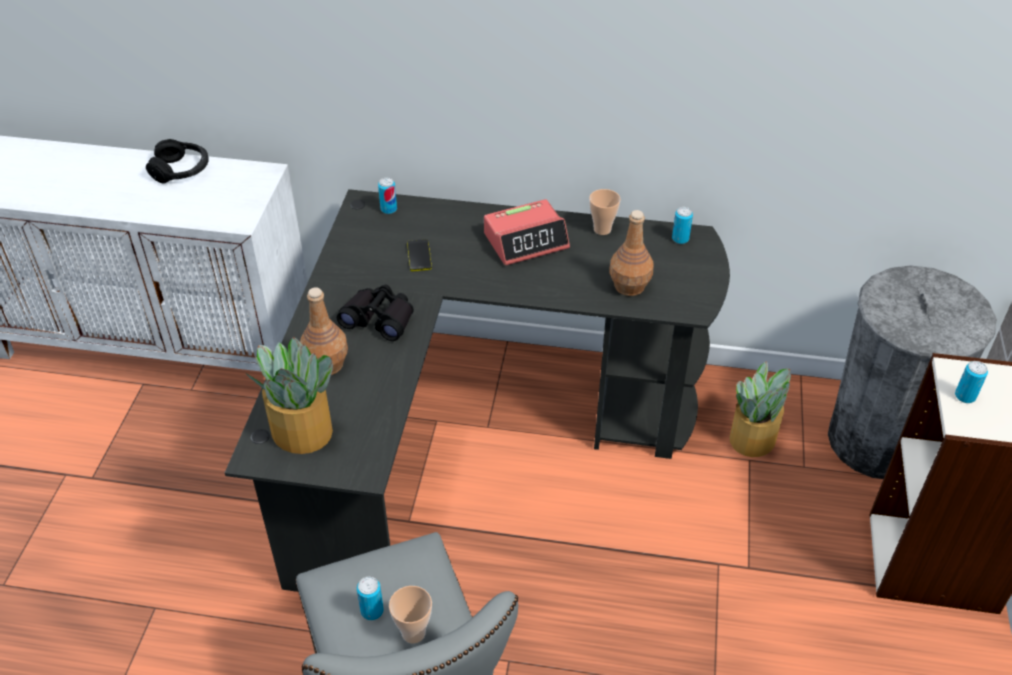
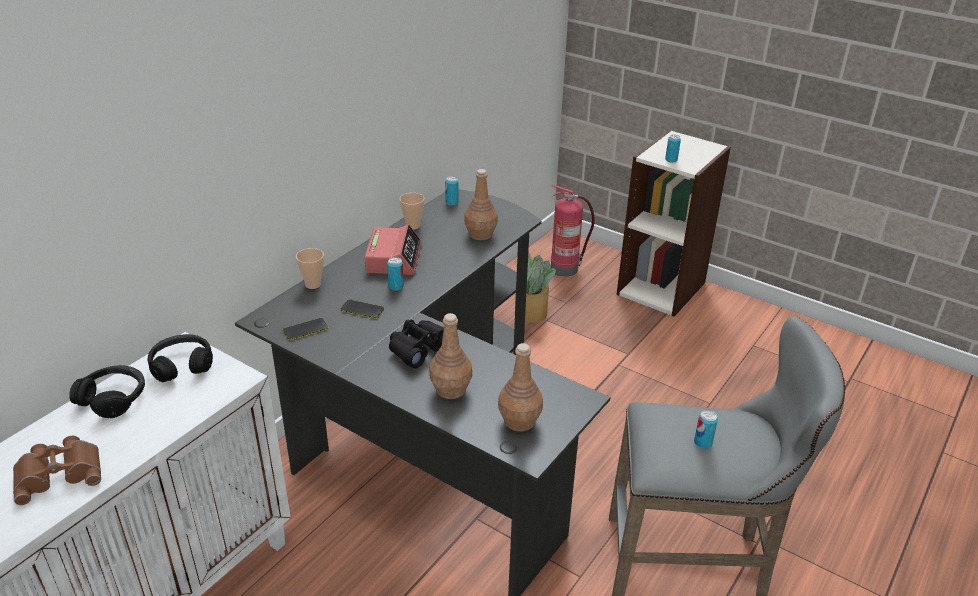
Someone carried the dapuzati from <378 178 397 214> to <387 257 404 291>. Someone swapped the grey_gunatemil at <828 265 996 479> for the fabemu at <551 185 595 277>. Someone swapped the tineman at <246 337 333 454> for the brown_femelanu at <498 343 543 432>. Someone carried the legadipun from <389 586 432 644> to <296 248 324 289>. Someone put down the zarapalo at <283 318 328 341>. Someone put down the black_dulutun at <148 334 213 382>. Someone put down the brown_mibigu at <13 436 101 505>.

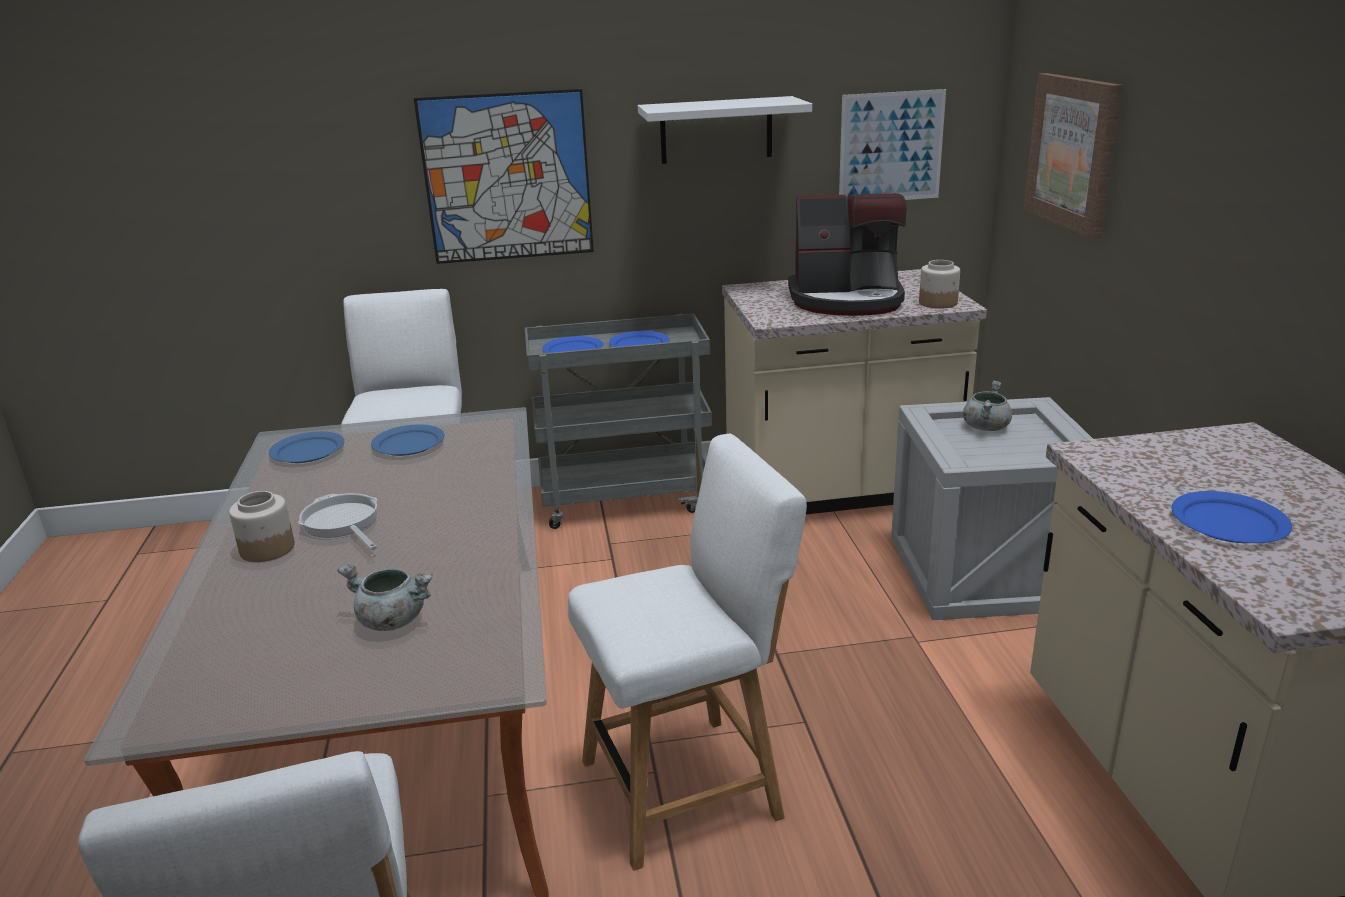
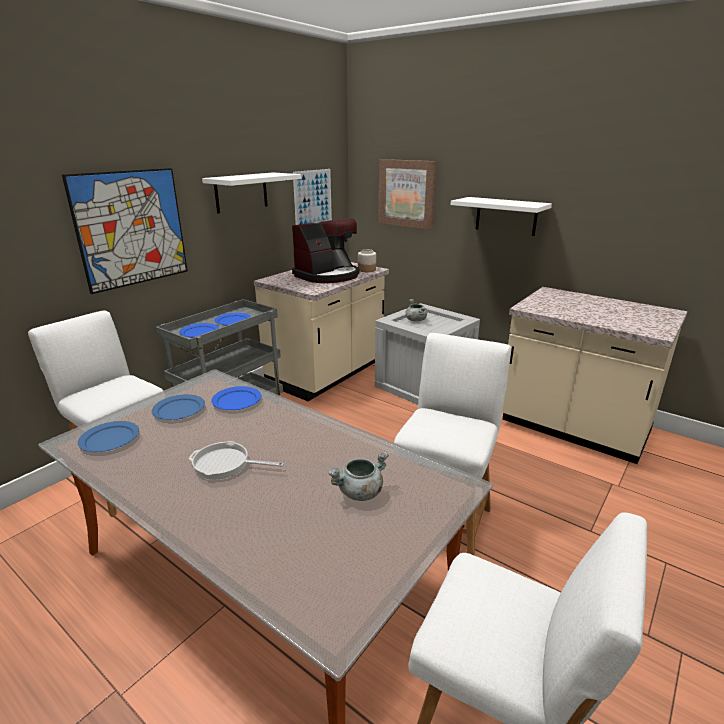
Someone took away the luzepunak at <229 491 295 562>. Someone carried the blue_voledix from <1171 491 1292 543> to <211 386 261 410>. Someone put up the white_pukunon at <451 197 552 236>.

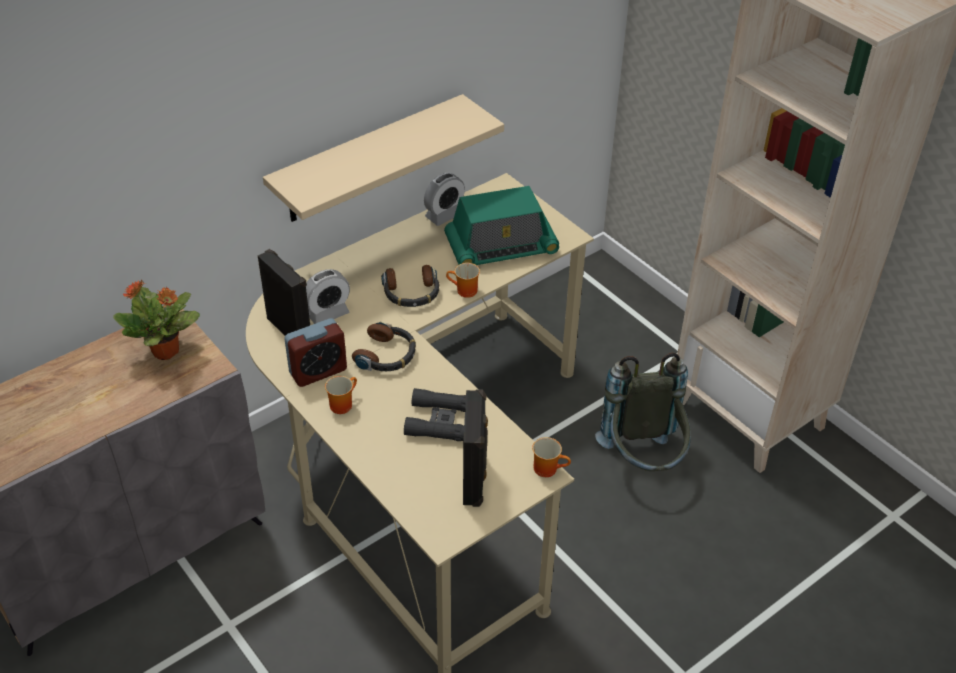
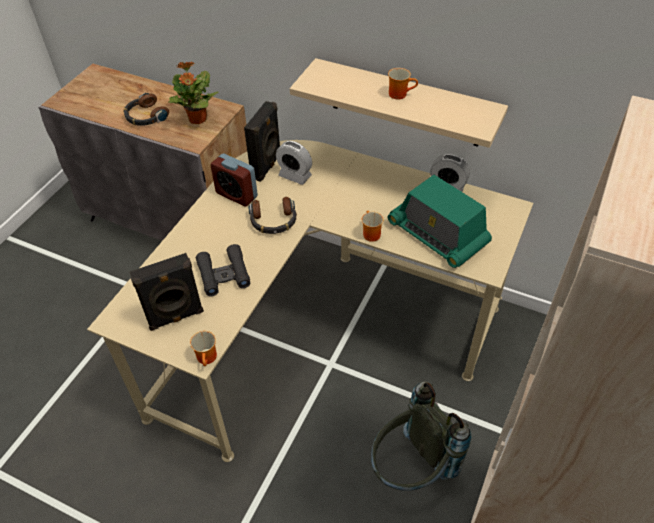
Someone carried the dulutun from <381 265 440 307> to <123 93 169 126>. Someone carried the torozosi from <325 376 357 414> to <388 68 418 100>.

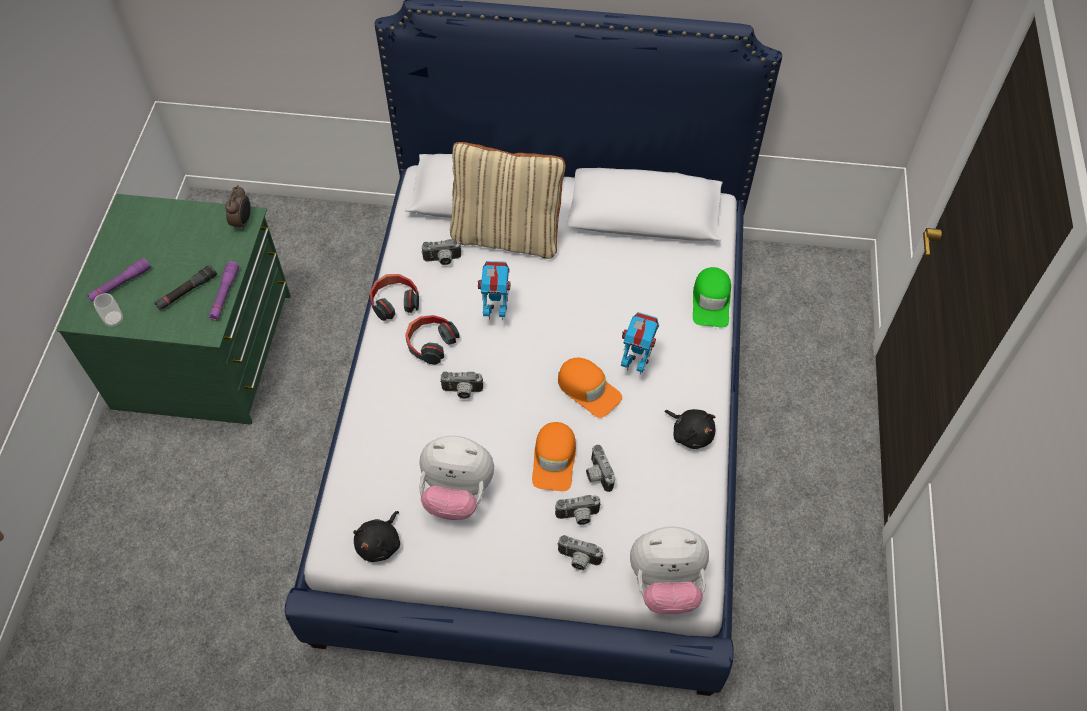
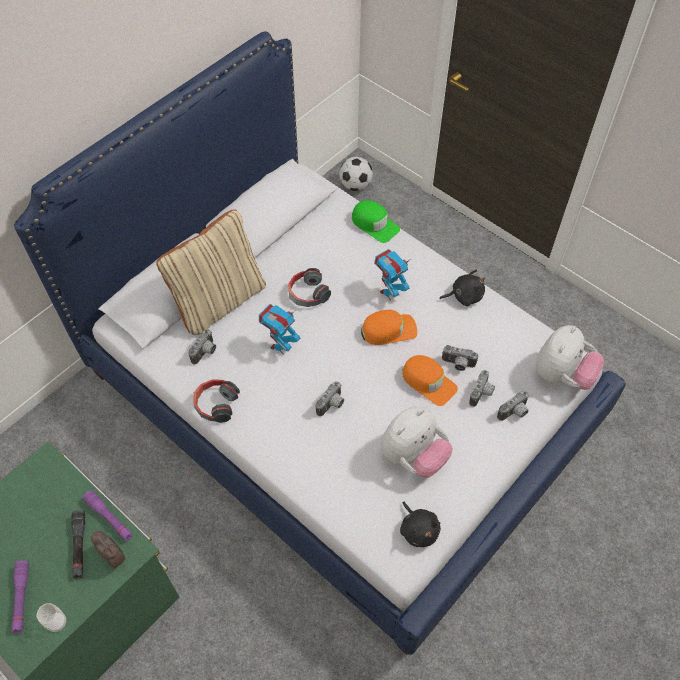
Someone carried the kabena from <225 185 251 231> to <91 531 125 568>. Someone carried the dulutun from <405 315 460 365> to <288 268 331 307>. Someone put down the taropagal at <339 157 373 191>.

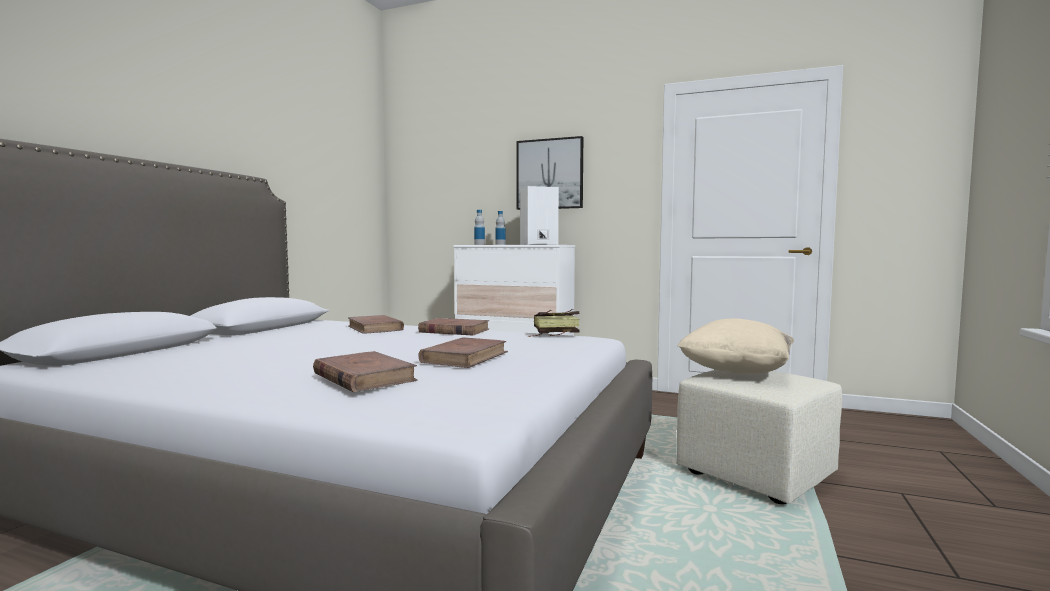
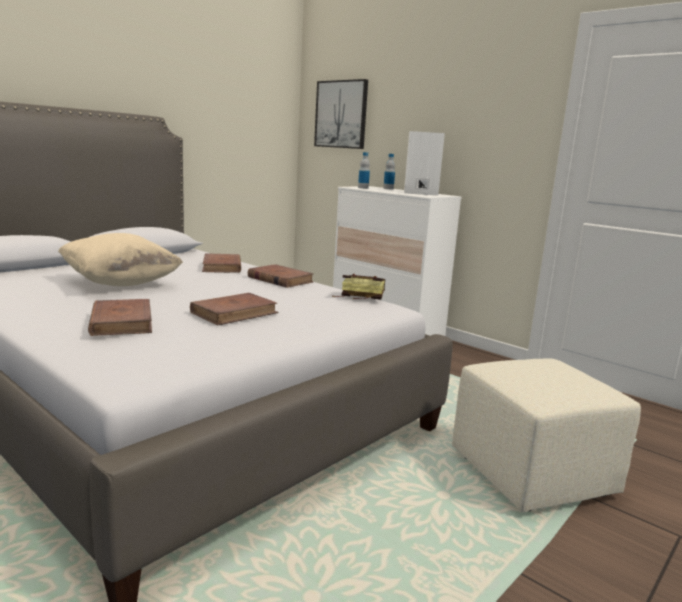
Someone carried the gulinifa from <516 136 583 210> to <314 79 368 149>. Someone carried the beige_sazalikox from <677 319 794 374> to <58 233 183 286>.

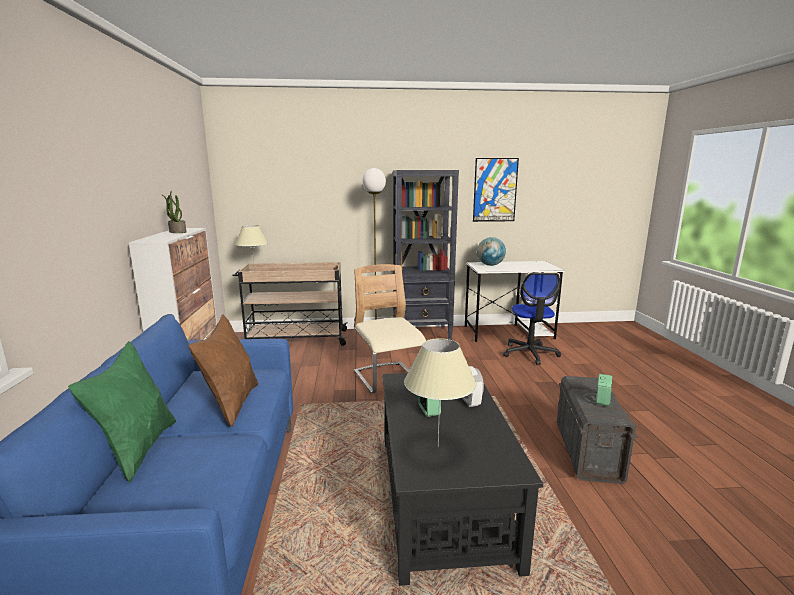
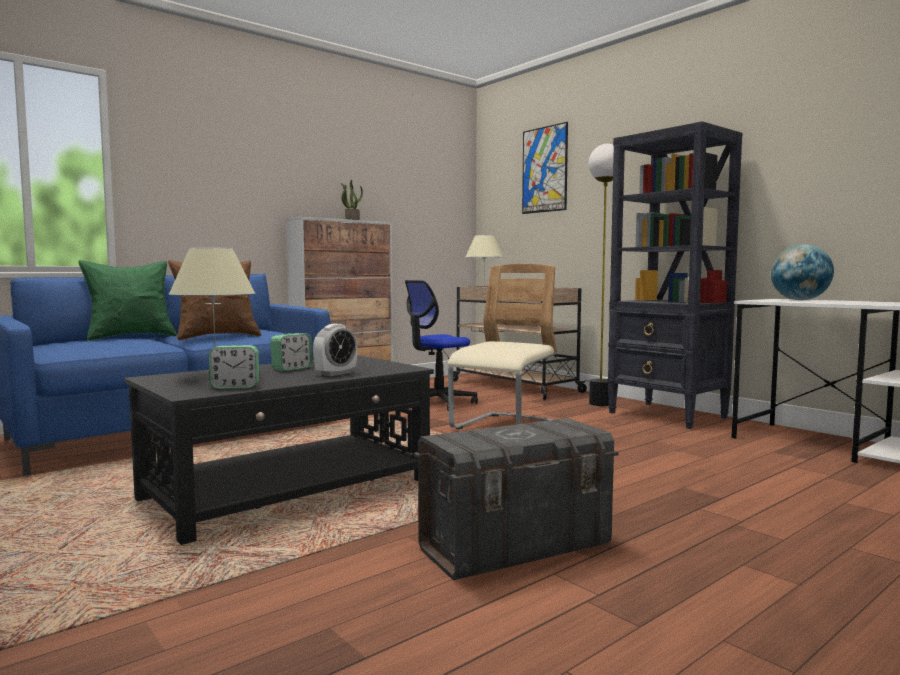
Someone carried the gulinifa from <473 158 519 222> to <522 122 568 214>. Someone carried the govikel from <503 273 561 365> to <405 280 478 411>. Someone carried the kabena from <596 374 612 406> to <209 345 259 389>.

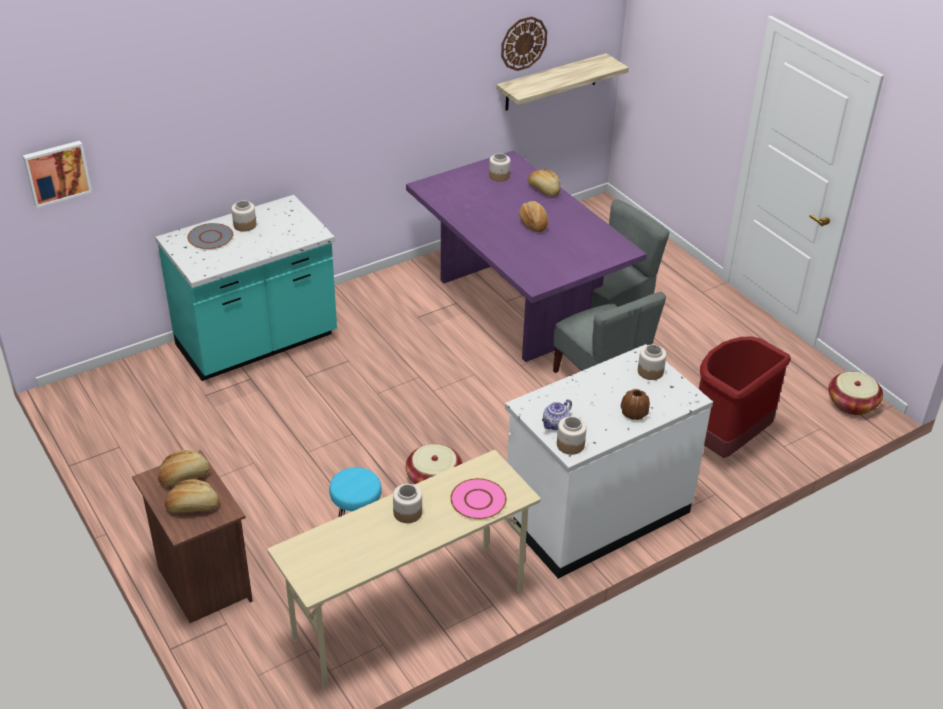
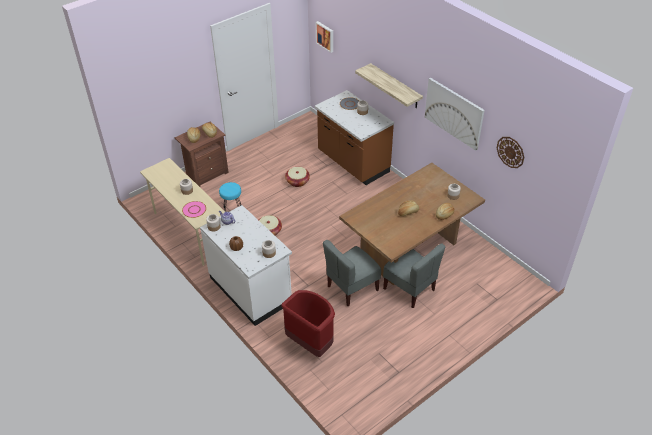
Someone carried the pukunon from <496 53 629 111> to <355 63 423 108>. Someone repainted the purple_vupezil at <406 151 647 362>, which became the brown_vupezil at <339 163 485 286>. Someone repainted the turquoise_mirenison at <155 195 337 381>, which became the brown_mirenison at <315 90 394 185>. Someone carried the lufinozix from <828 372 883 415> to <285 167 310 187>. Someone put up the gulinifa at <425 78 485 151>.

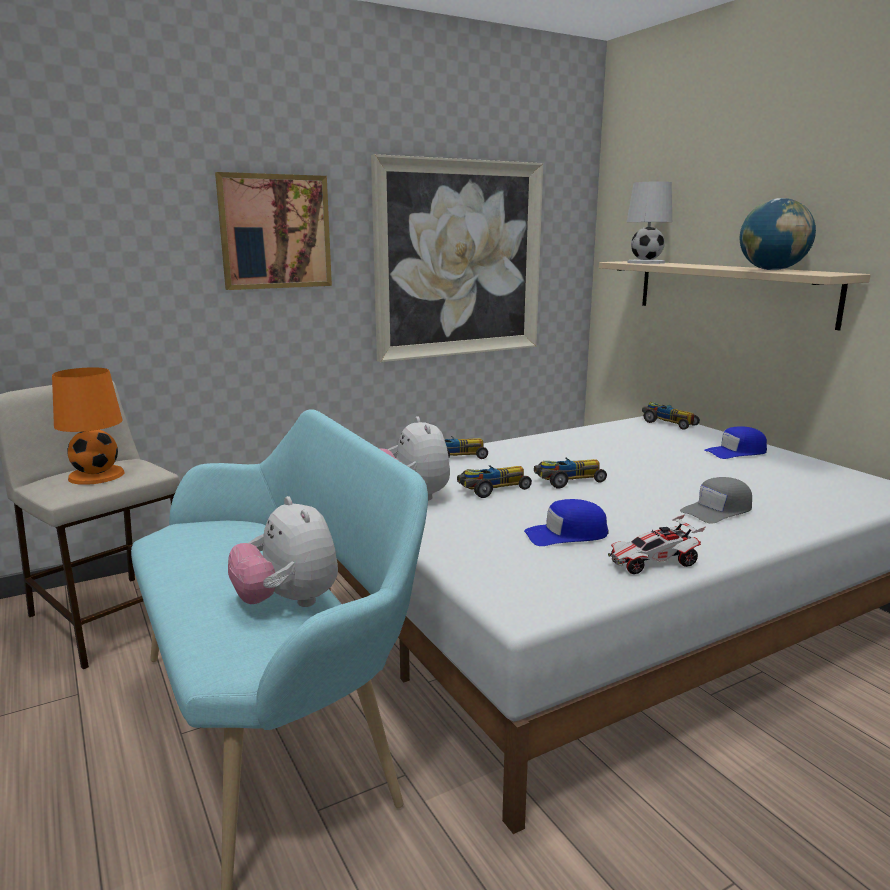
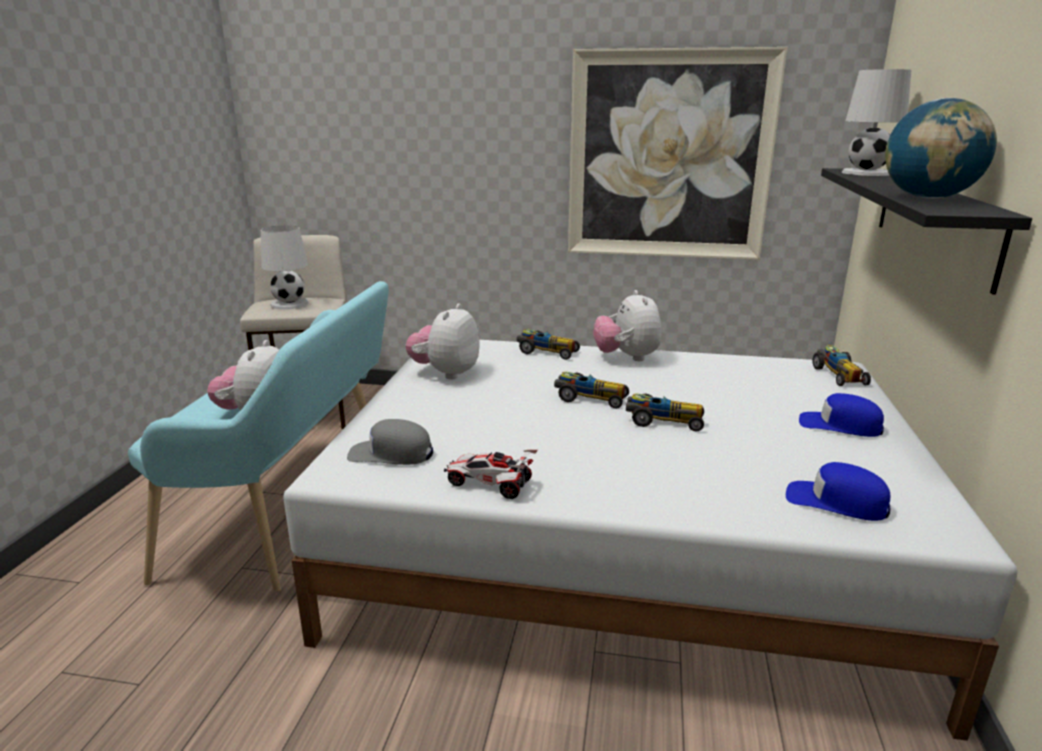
Someone took away the gulinifa at <215 172 332 290>. Someone repainted the beige_pukunon at <599 261 871 330>, which became the black_pukunon at <821 168 1032 295>. Someone repainted the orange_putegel at <52 367 125 485>, which became the white_putegel at <261 225 309 310>. Someone carried the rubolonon from <457 465 532 498> to <626 394 704 431>. Someone carried the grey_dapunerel from <680 477 752 524> to <347 419 433 465>. Someone carried the blue_dapunerel from <524 499 608 546> to <786 462 890 521>. Someone put down the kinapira at <593 290 661 361>.

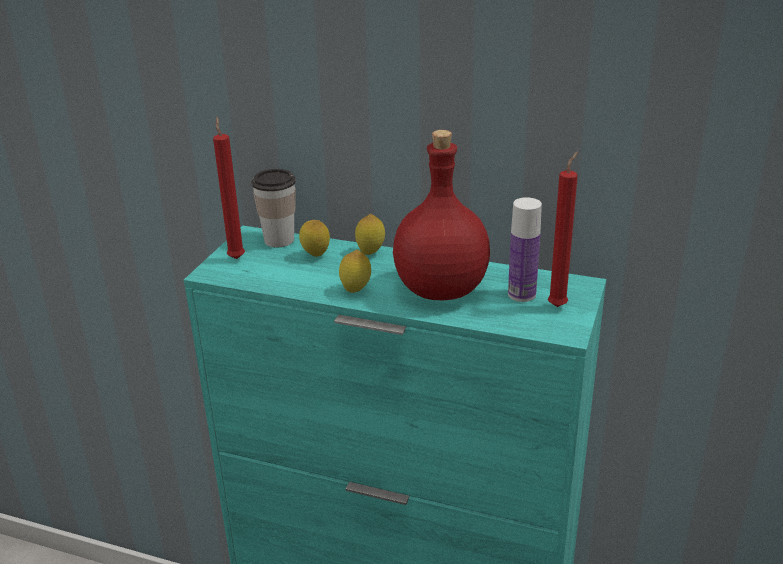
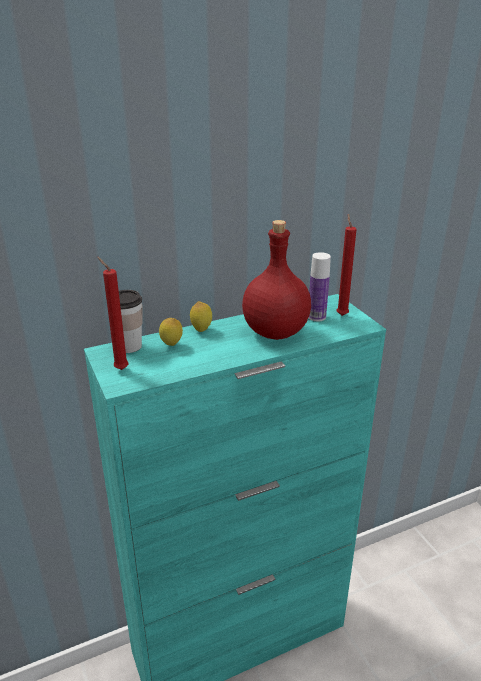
Someone took away the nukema at <339 250 371 293>.

